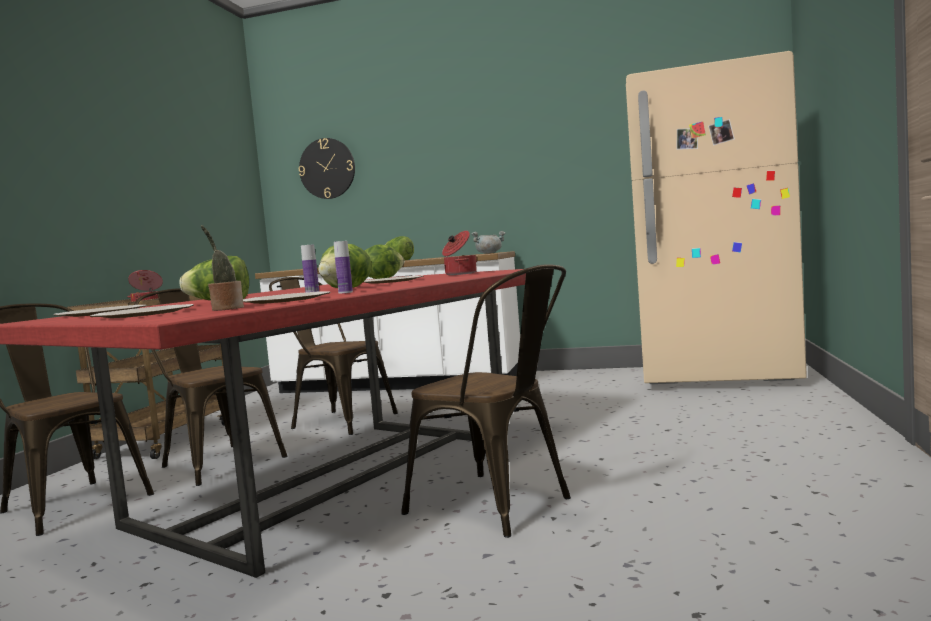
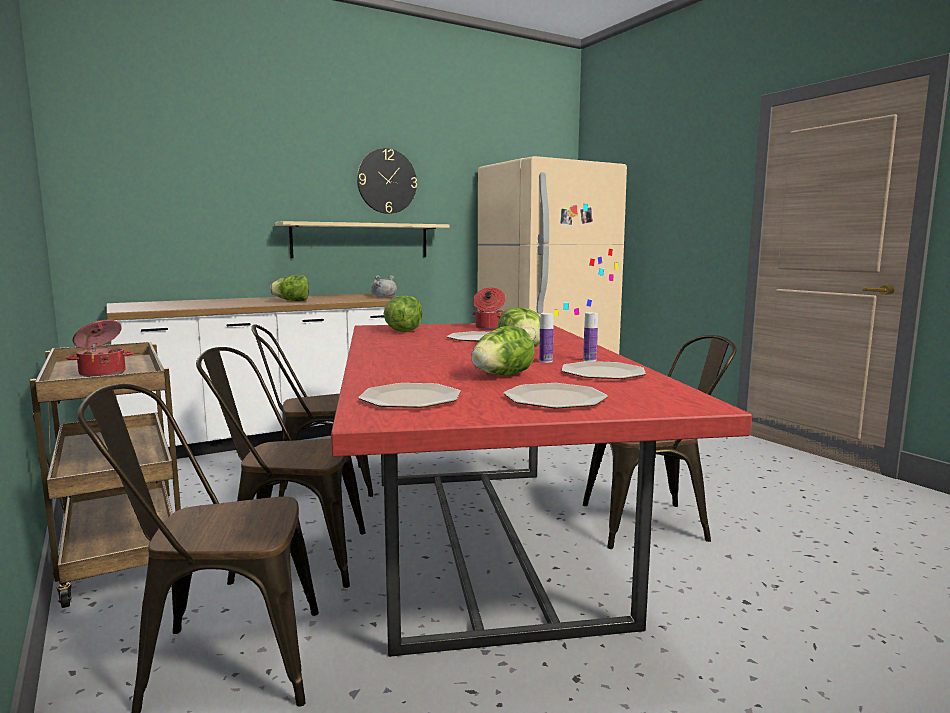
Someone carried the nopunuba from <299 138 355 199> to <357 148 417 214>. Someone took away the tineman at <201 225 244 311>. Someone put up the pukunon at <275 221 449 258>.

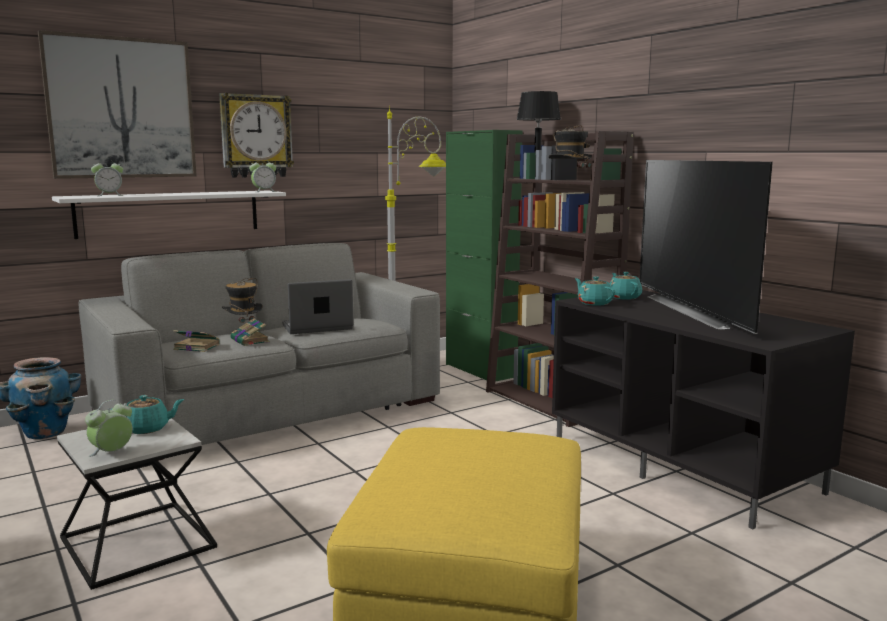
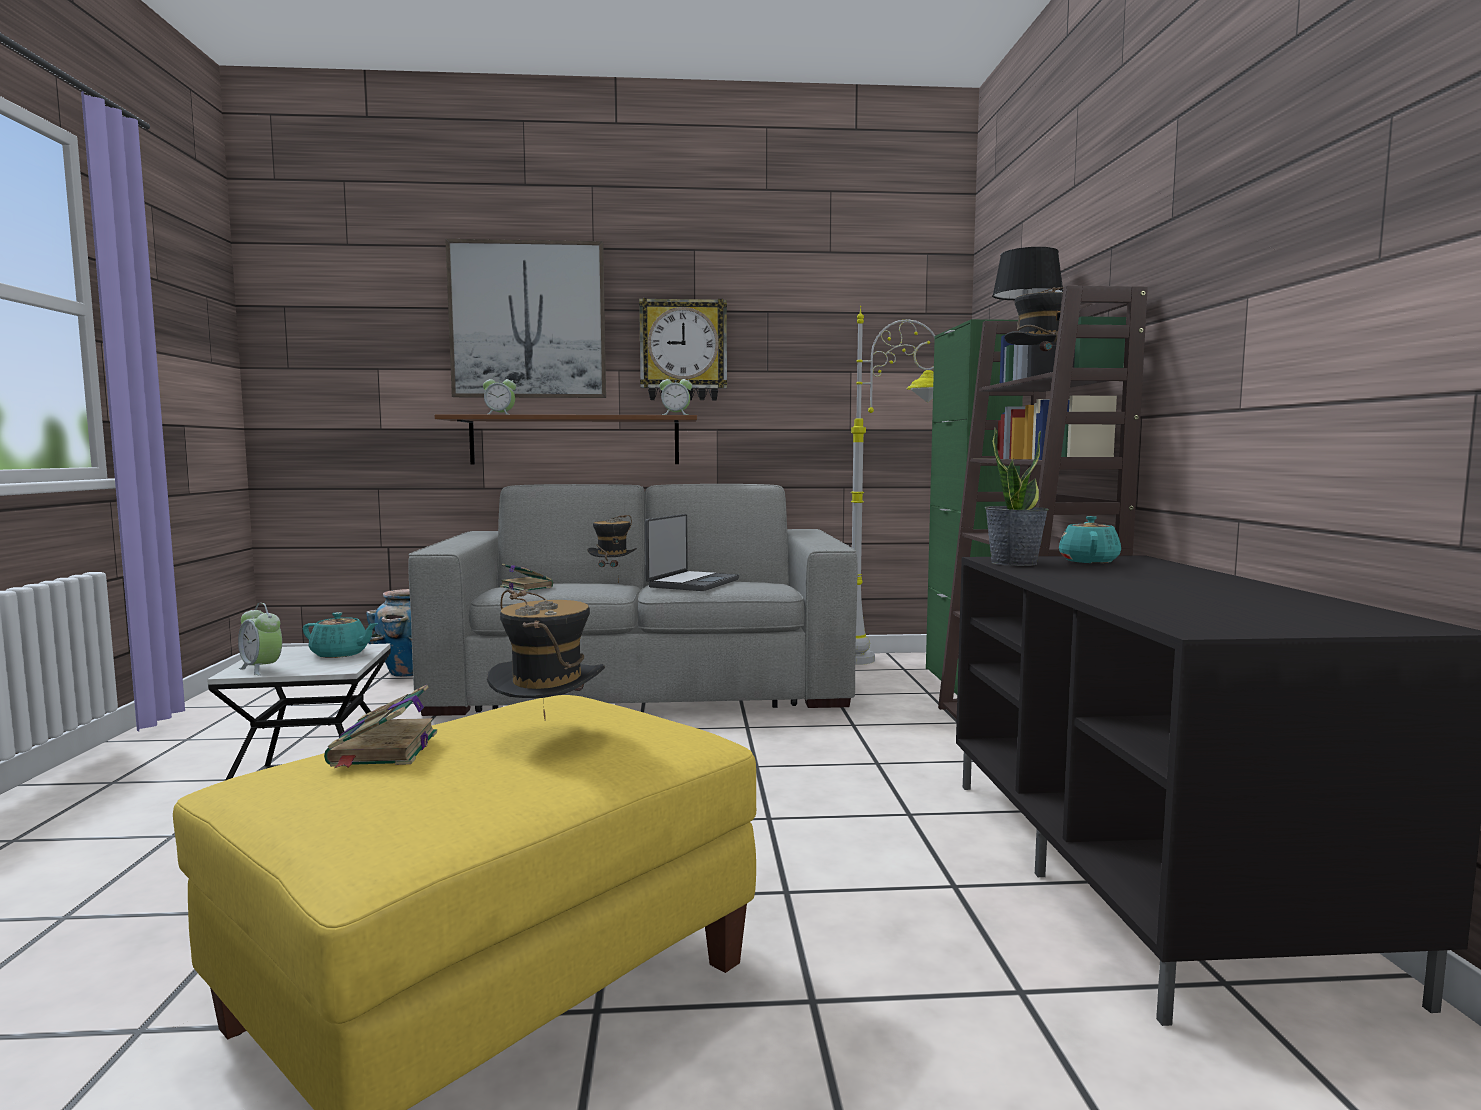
Someone took away the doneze at <639 160 773 334>. Someone repainted the white_pukunon at <52 191 286 239>, which became the brown_pukunon at <435 414 697 464>. Someone swapped the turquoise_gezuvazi at <575 277 616 306> for the tineman at <985 427 1049 566>. Someone rotated the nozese at <282 279 354 334> by 105 degrees clockwise. Someone carried the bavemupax from <230 318 270 346> to <324 685 437 768>. Someone rotated the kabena at <85 400 133 457> by 120 degrees counterclockwise. Someone put down the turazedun at <487 590 605 719>.

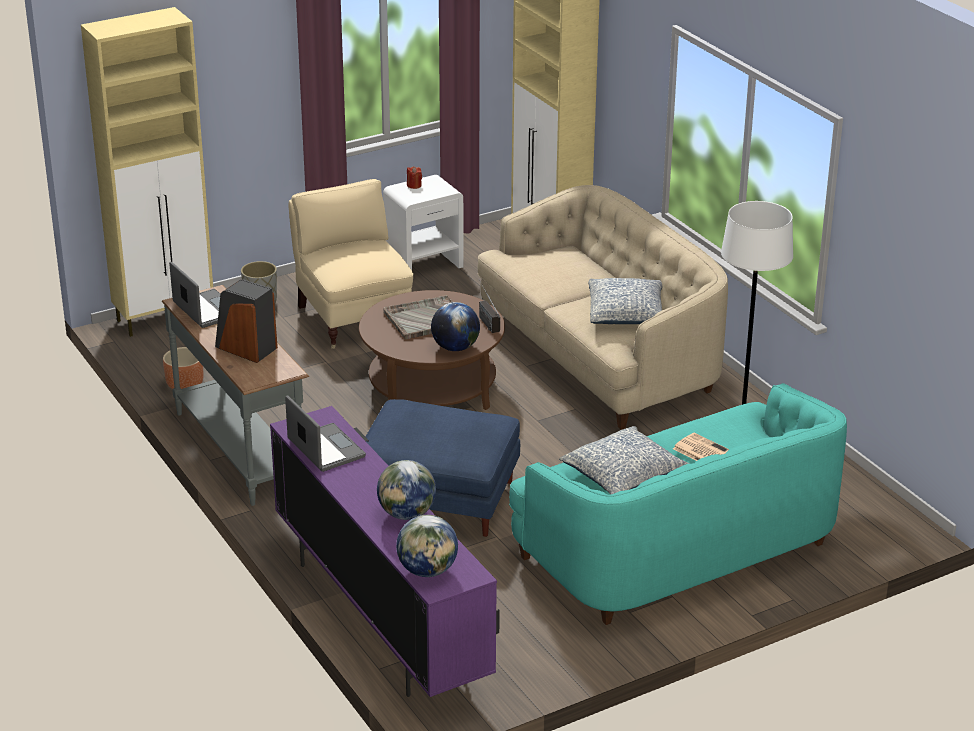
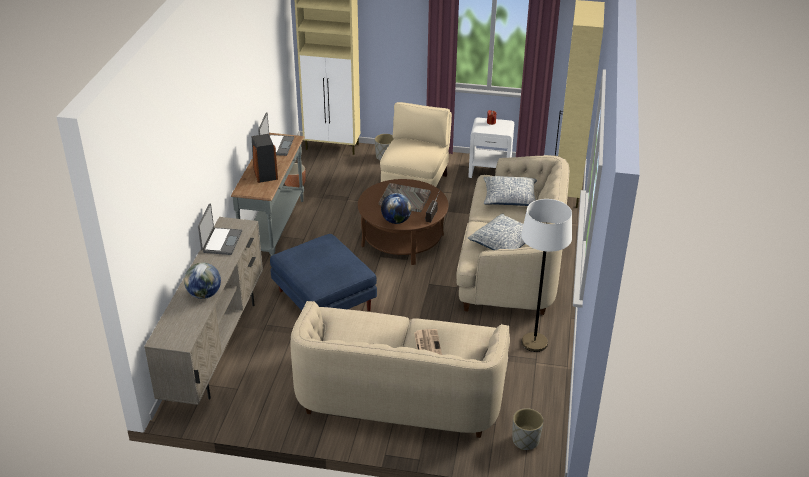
Someone repainted the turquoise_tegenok at <509 383 847 625>, which became the beige_tegenok at <291 301 510 438>. Someone repainted the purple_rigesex at <270 406 500 697>, which became the beige_rigesex at <144 217 263 405>. Someone carried the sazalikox from <559 426 690 495> to <483 176 537 206>. Someone took away the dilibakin at <396 515 458 577>. Someone put down the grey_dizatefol at <512 408 544 450>.

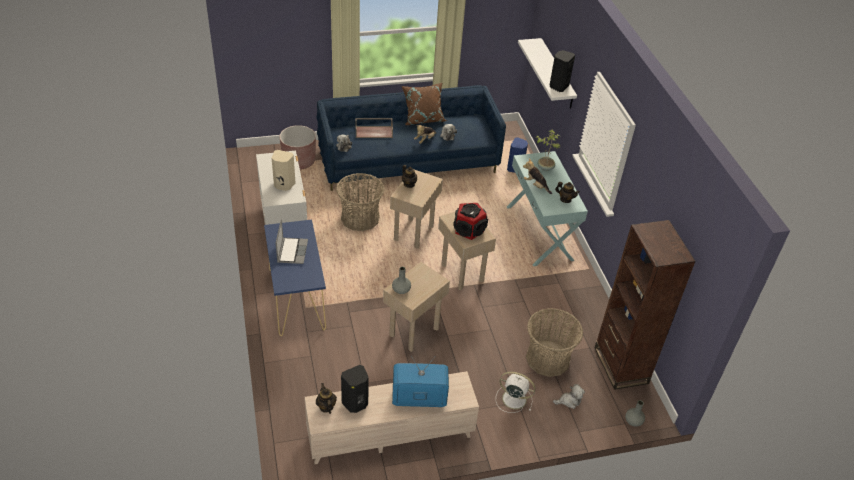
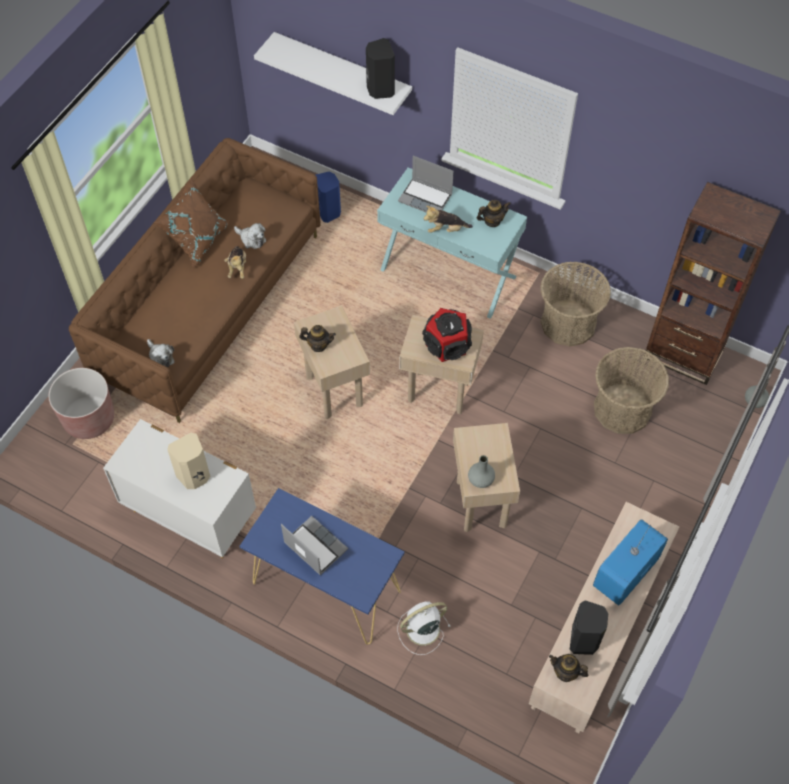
Someone repainted the blue_tegenok at <316 85 506 191>, which became the brown_tegenok at <69 138 321 423>. Someone took away the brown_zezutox at <355 118 393 138>. Someone swapped the tineman at <536 130 560 171> for the nozese at <398 156 454 213>. Someone carried the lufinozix from <336 173 385 231> to <540 262 611 346>. Someone carried the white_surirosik from <496 372 535 413> to <397 601 451 655>. Someone took away the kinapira at <553 384 585 409>.

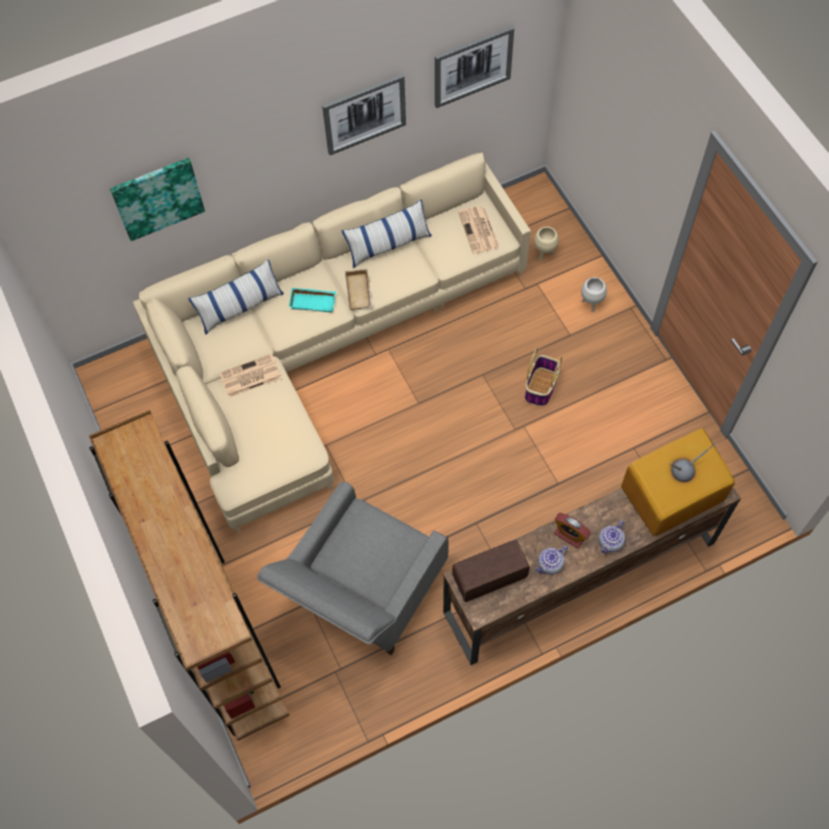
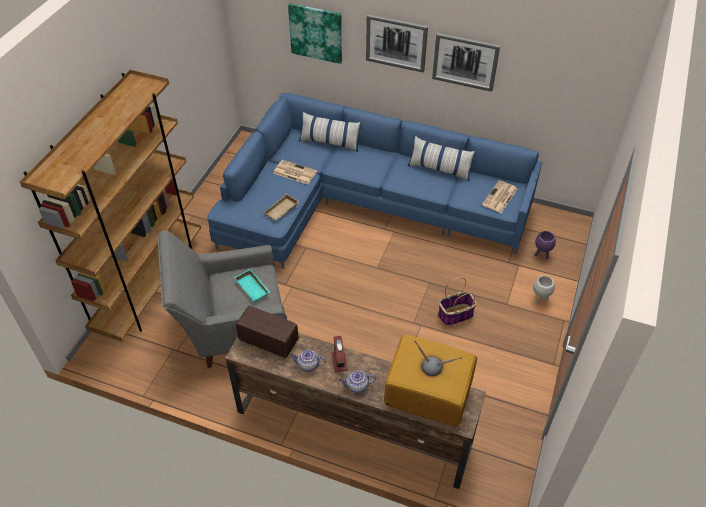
Someone carried the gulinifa from <435 26 514 108> to <366 15 428 73>. Someone repainted the beige_tegenok at <133 152 531 532>, which became the blue_tegenok at <207 93 542 269>. Someone repainted the beige_dizatefol at <534 227 559 261>, which became the purple_dizatefol at <535 231 556 259>. Someone carried the beige_zezutox from <345 269 373 311> to <264 193 299 221>. Someone carried the turquoise_zezutox from <289 288 336 312> to <234 269 270 302>.

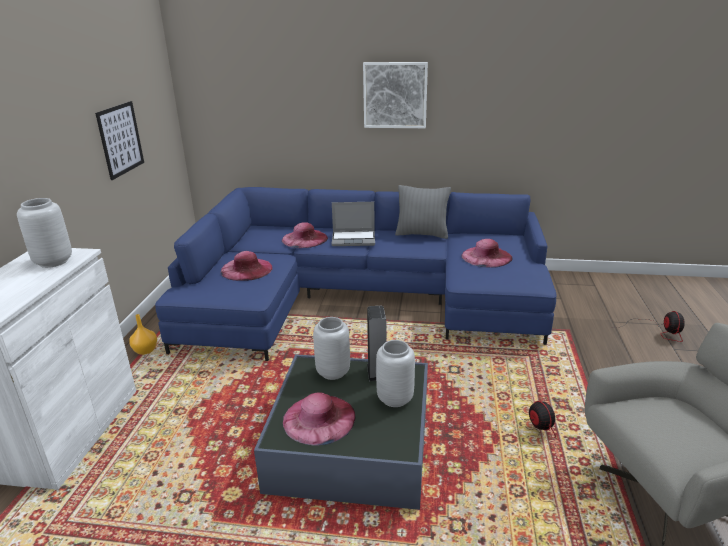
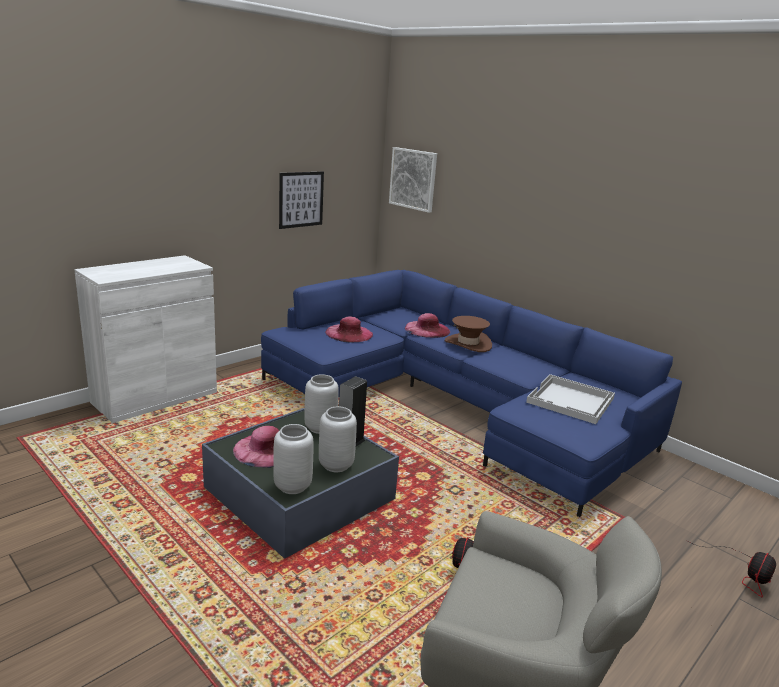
Someone carried the gulinifa from <363 62 428 128> to <389 147 437 213>. Someone took away the grey_sazalikox at <395 185 451 239>. Someone carried the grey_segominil from <17 198 72 268> to <273 424 314 494>. Someone swapped the nozese at <331 202 375 246> for the brown_turazedun at <445 316 492 352>. Someone swapped the pink_turazedun at <461 239 512 267> for the white_zezutox at <526 374 615 424>. Someone took away the orange_segominil at <129 314 157 355>.

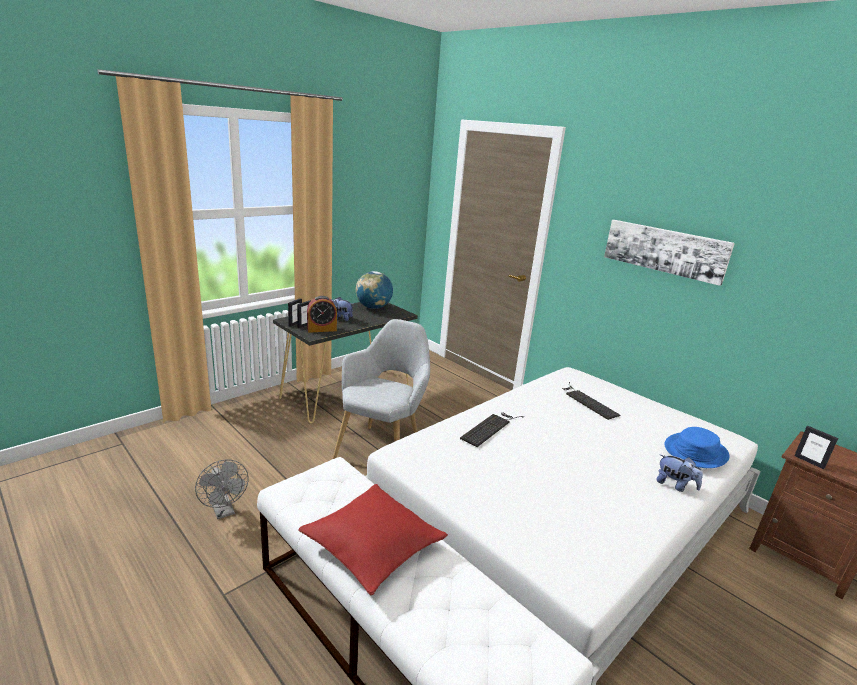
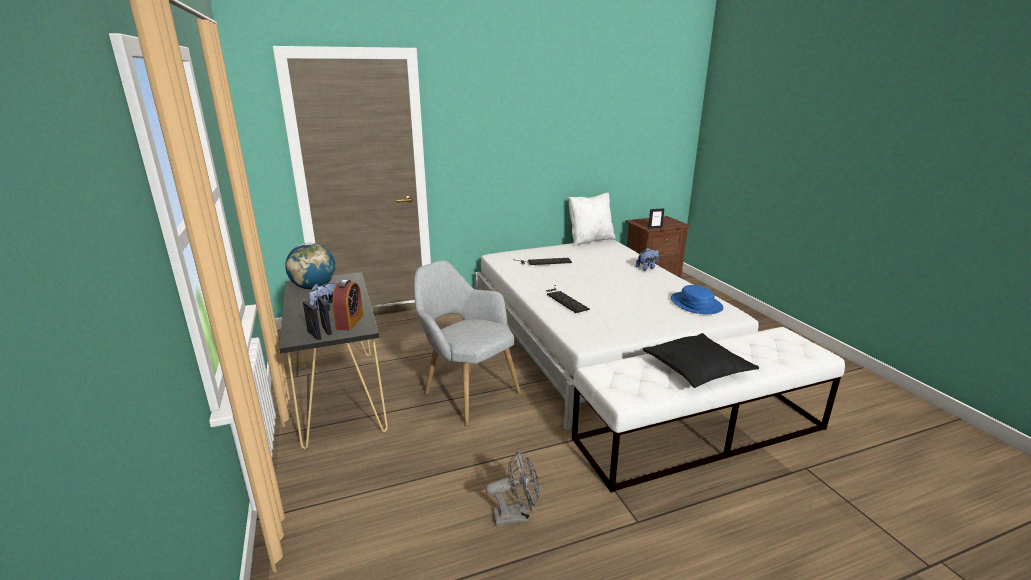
Someone took away the gulinifa at <604 220 735 286>. Someone carried the blue_turazedun from <665 427 730 468> to <671 285 723 314>. Someone repainted the red_sazalikox at <298 484 448 596>, which became the black_sazalikox at <642 333 759 388>. Someone put down the white_sazalikox at <568 193 615 246>.

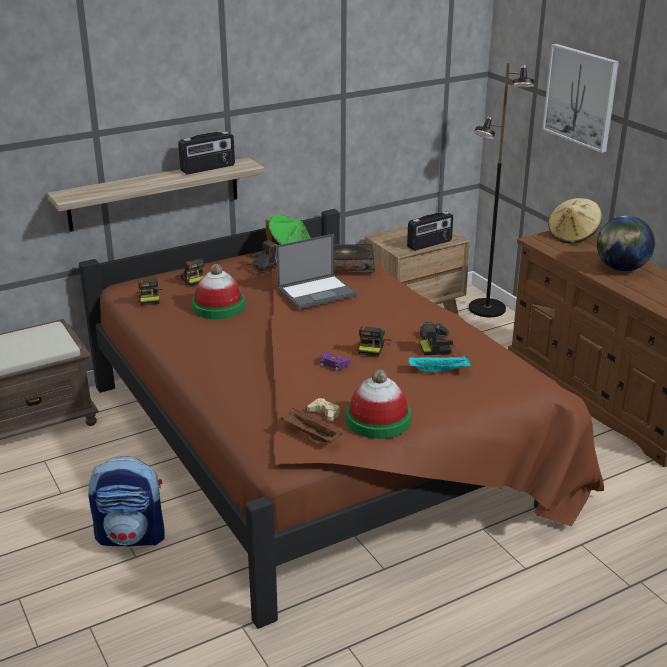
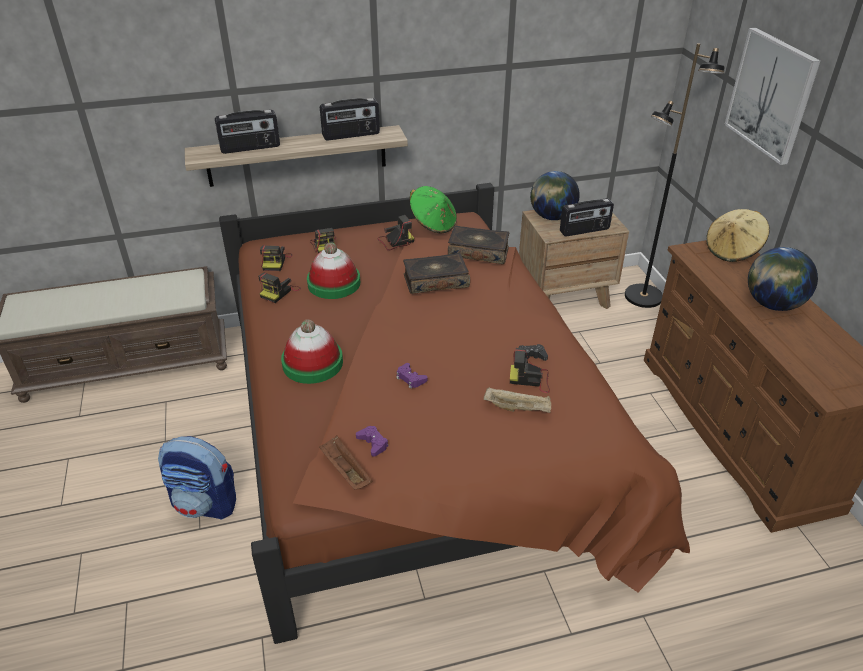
Someone swapped the nozese at <276 234 357 309> for the bavemupax at <403 253 470 294>. Someone carried the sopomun from <357 326 392 357> to <258 273 301 303>. Someone repainted the turquoise_zezutox at <409 355 471 374>, which became the beige_zezutox at <484 387 551 413>. Someone carried the turazedun from <346 369 411 439> to <281 319 343 384>. Someone repainted the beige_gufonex at <307 398 340 421>, which became the purple_gufonex at <356 426 388 457>. Someone put down the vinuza at <215 110 280 154>. Someone put down the dilibakin at <530 171 580 220>.

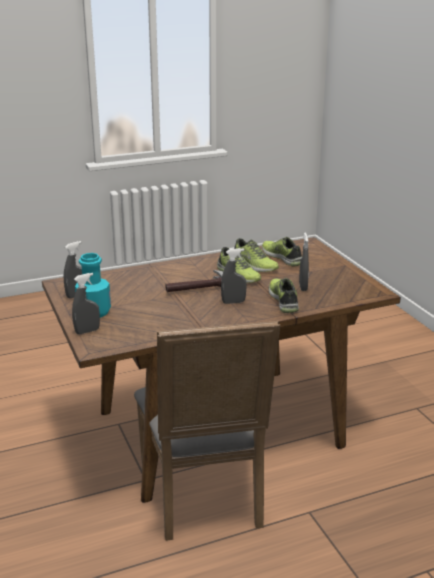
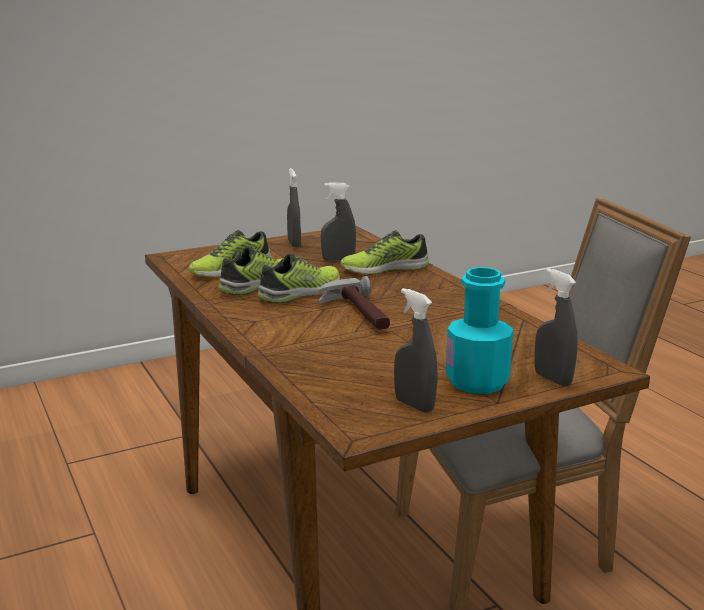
Someone carried the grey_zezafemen from <221 248 247 304> to <287 168 301 247>.

